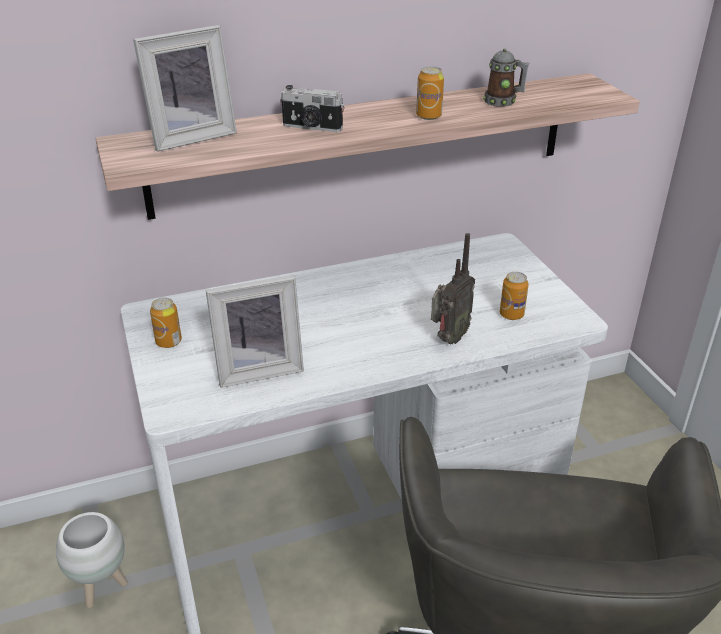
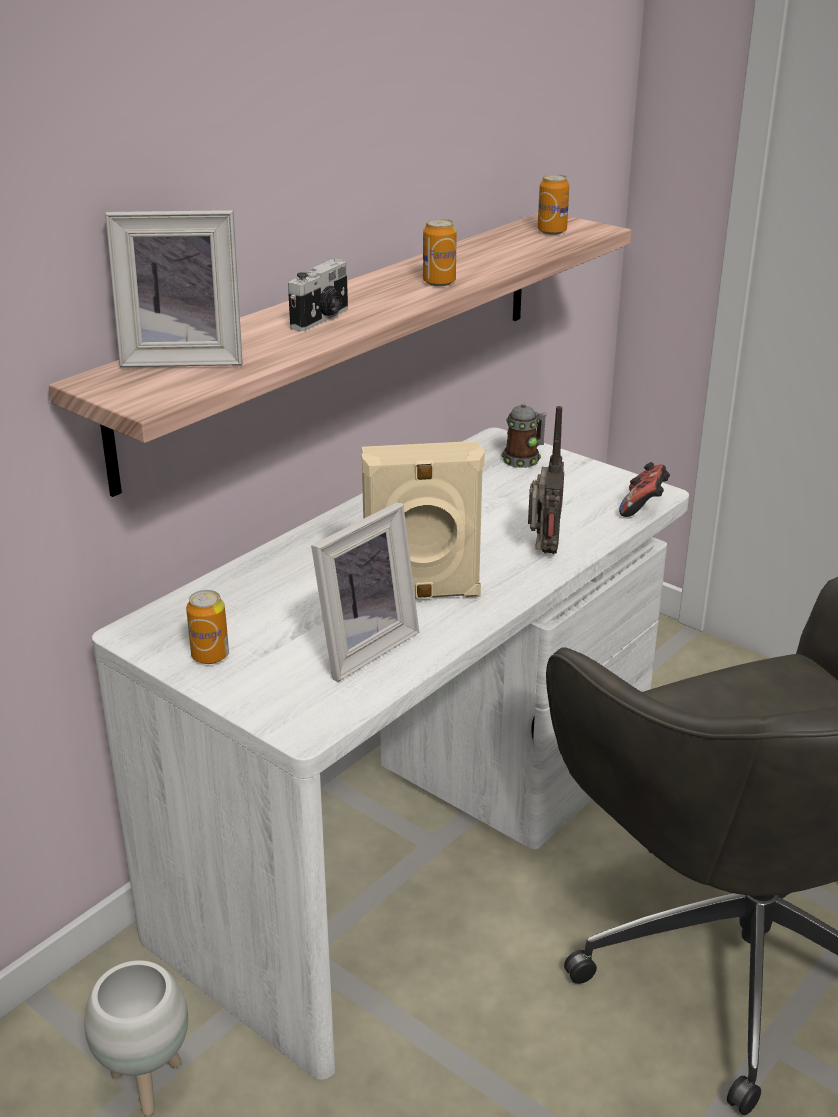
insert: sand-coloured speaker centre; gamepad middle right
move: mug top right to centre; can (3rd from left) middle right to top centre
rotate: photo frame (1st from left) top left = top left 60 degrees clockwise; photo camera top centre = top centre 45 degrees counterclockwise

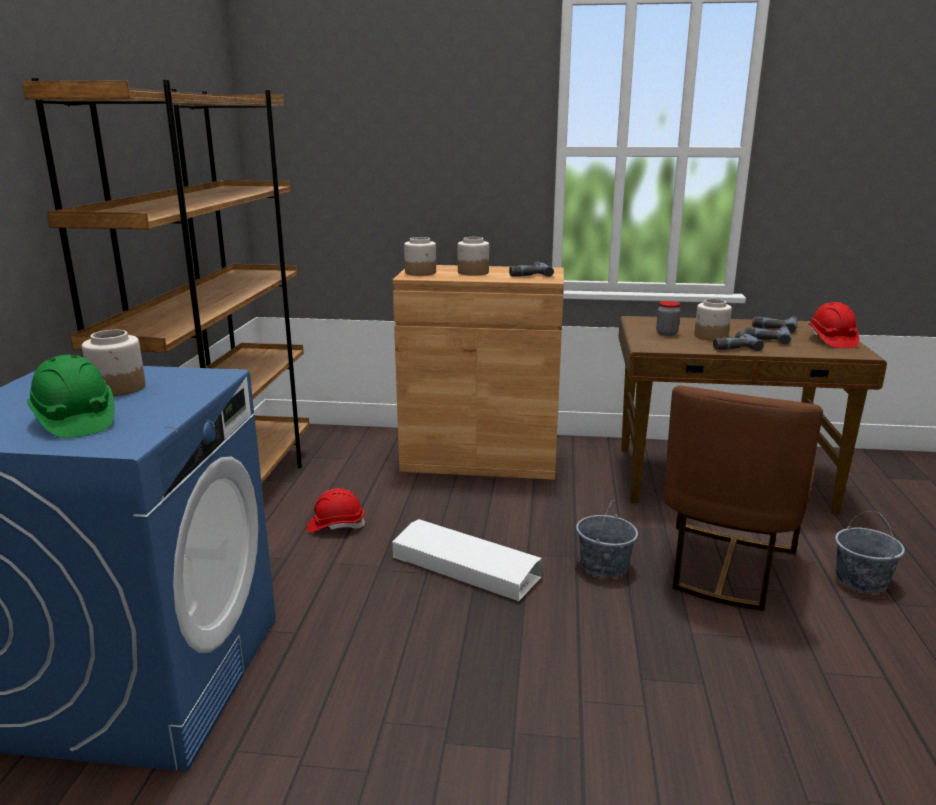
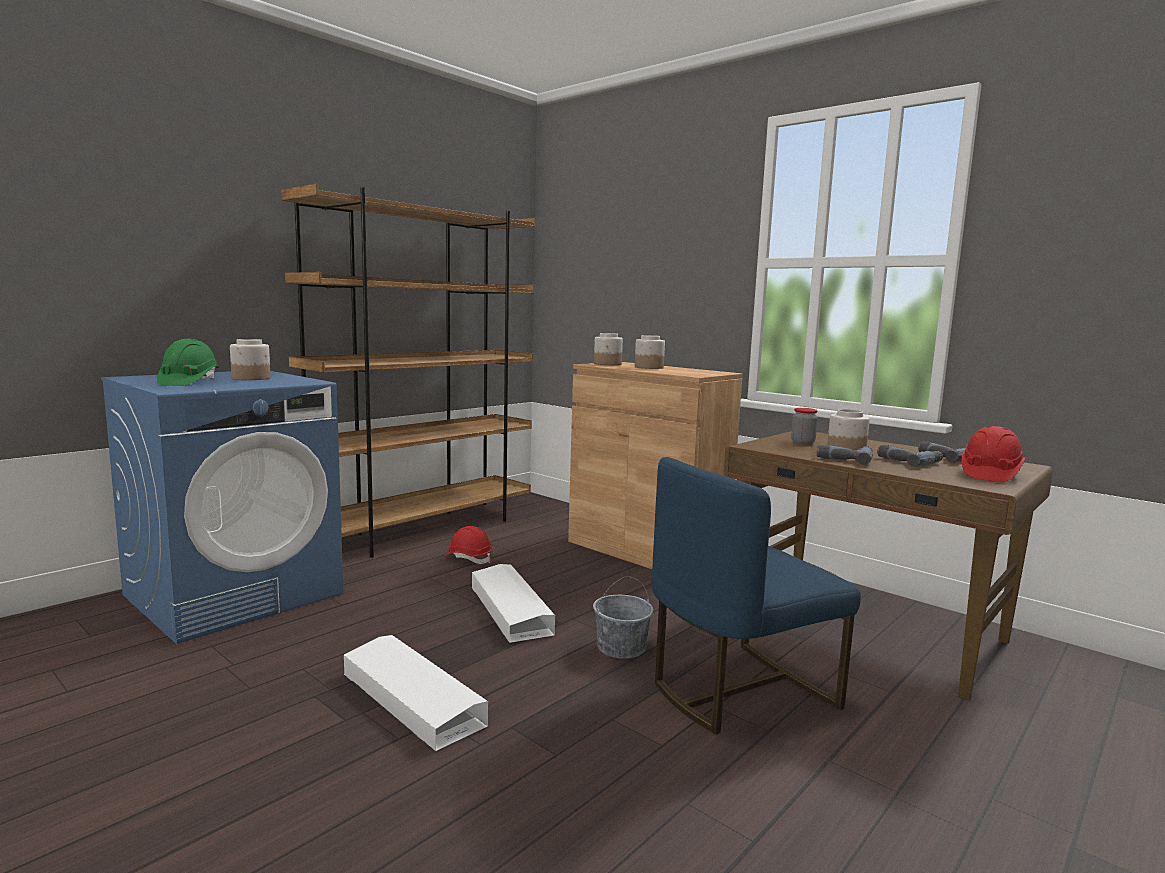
delete: drill (1st from left) centre; gray bucket (2nd from left) bottom right
insert: white-coloured storage bin (1st from left) bottom centre
recolor: brown-coloured chair middle right to blue-coloured chair bottom centre

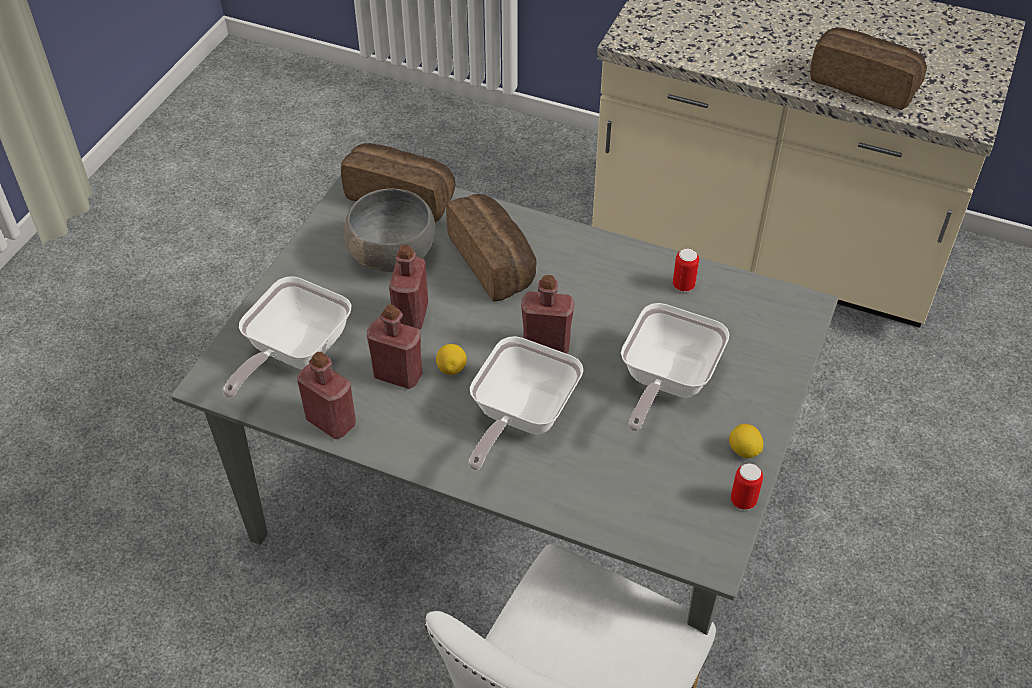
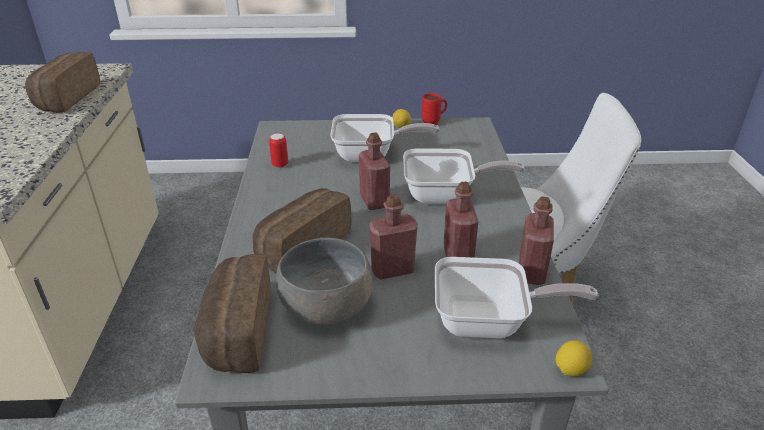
move: lemon (1st from left in the first image) centre to lemon (2nd from left) bottom right
replace: can (2nd from left) bottom right to reddish mug top centre

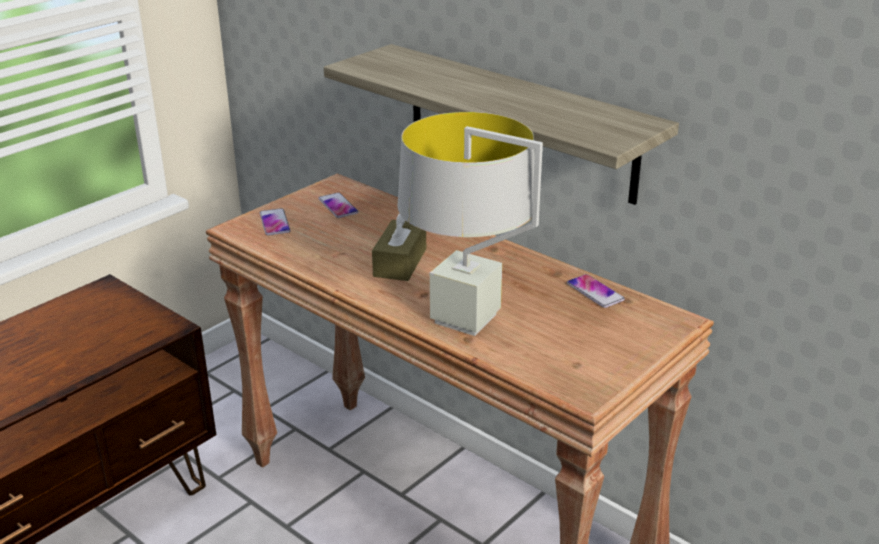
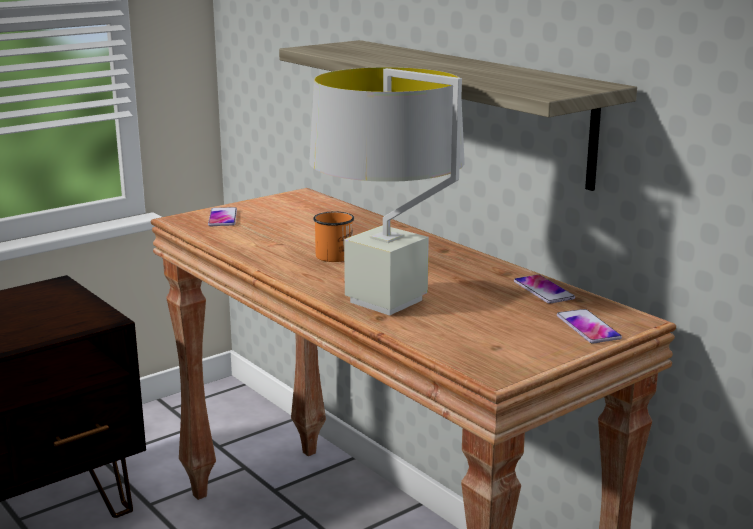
move: phone (2nd from left in the first image) centre to phone (3rd from left) middle right
replace: brown-coloured box of tissues centre to orange-coloured mug centre

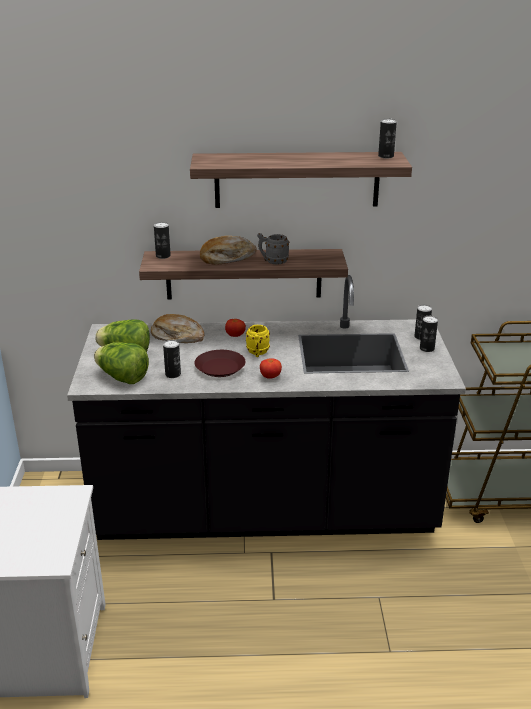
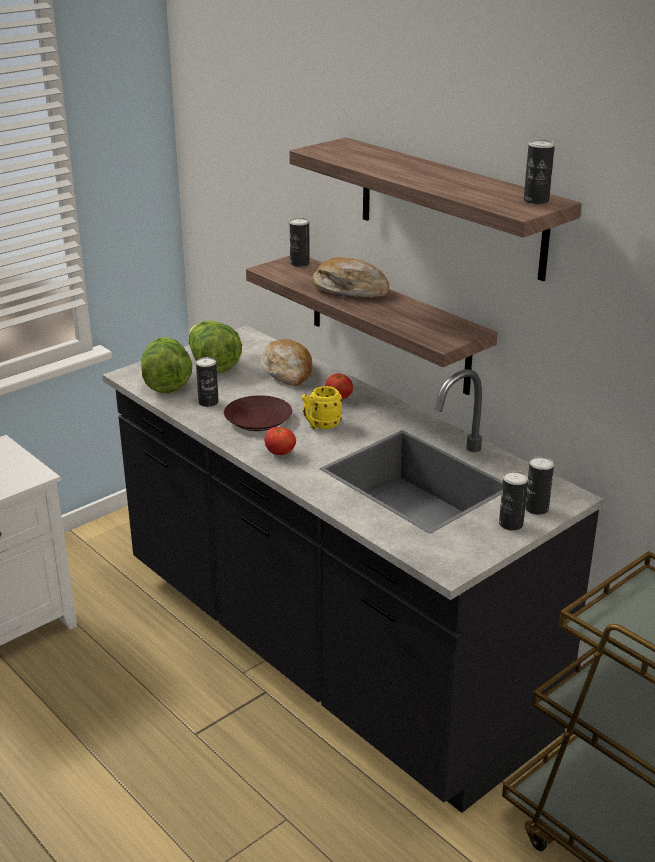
delete: gray mug centre

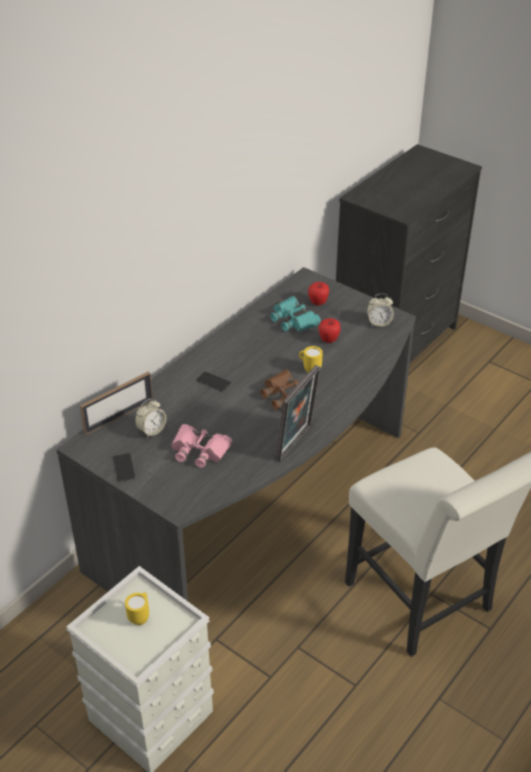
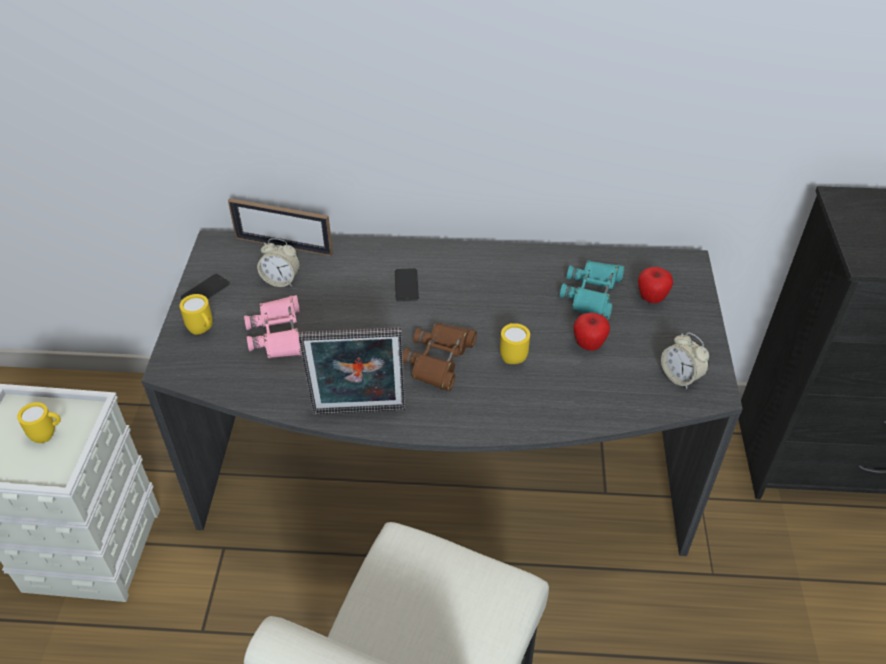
insert: yellowish mug (2nd from left) middle left

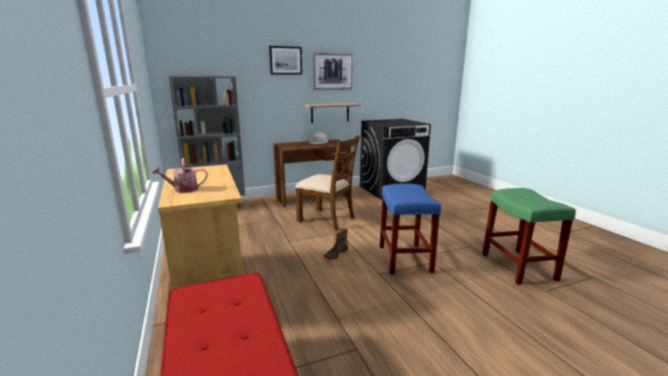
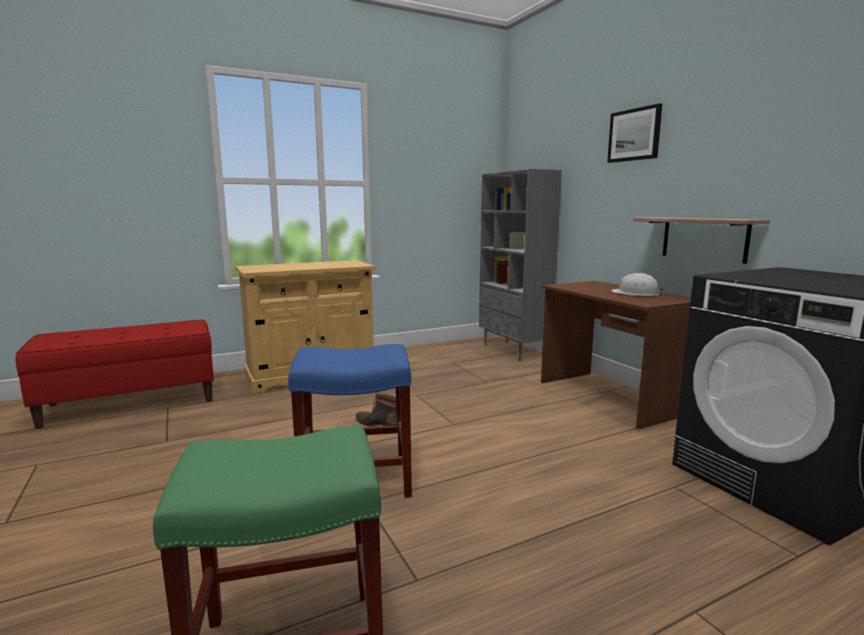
delete: sprinkling can middle left; brown-coloured chair centre; picture (2nd from left) top centre

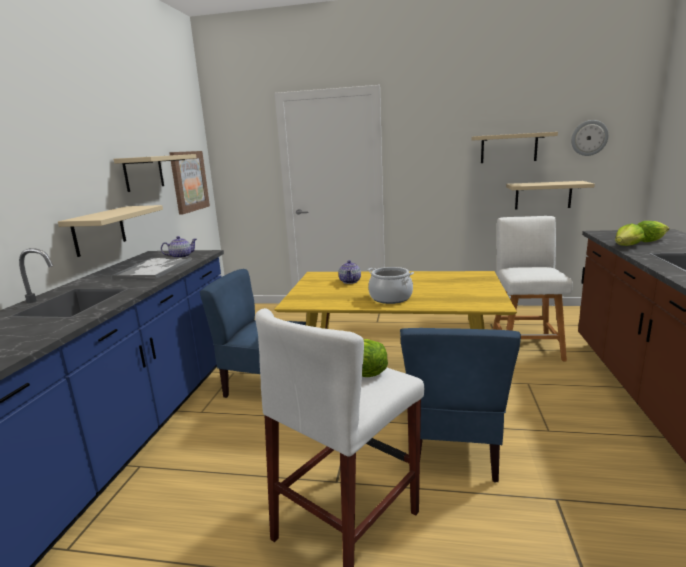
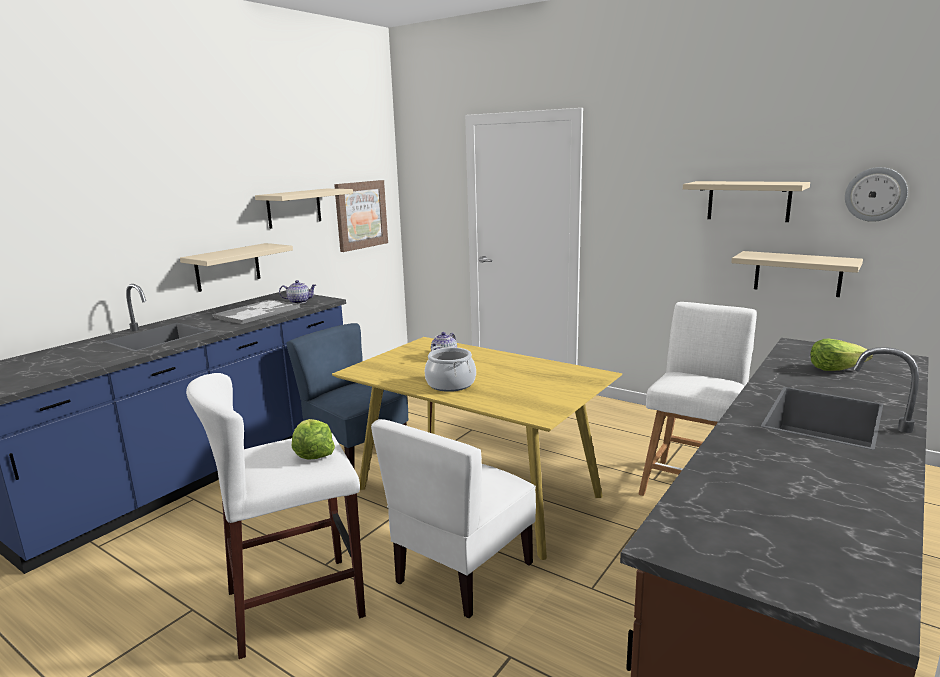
delete: lettuce head (2nd from left) middle right
recolor: blue-coloured chair (2nd from left) bottom right to white-coloured chair bottom centre

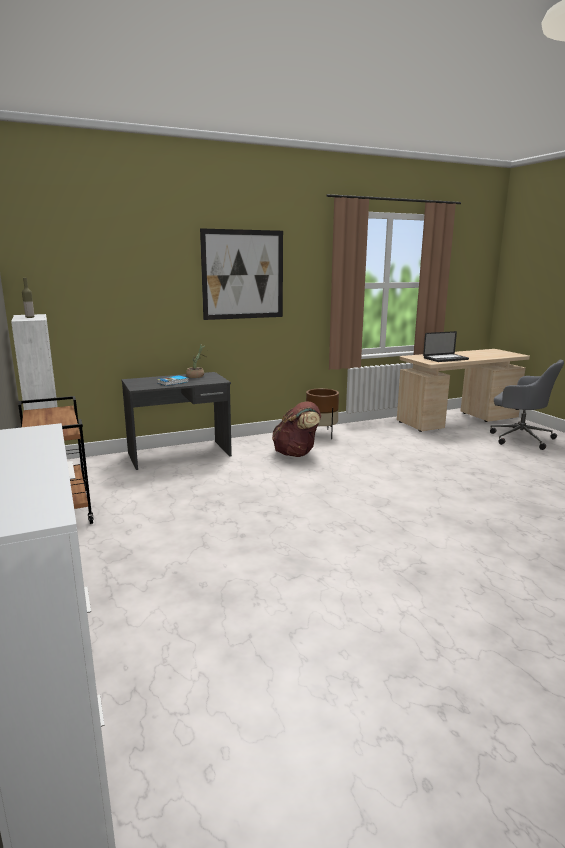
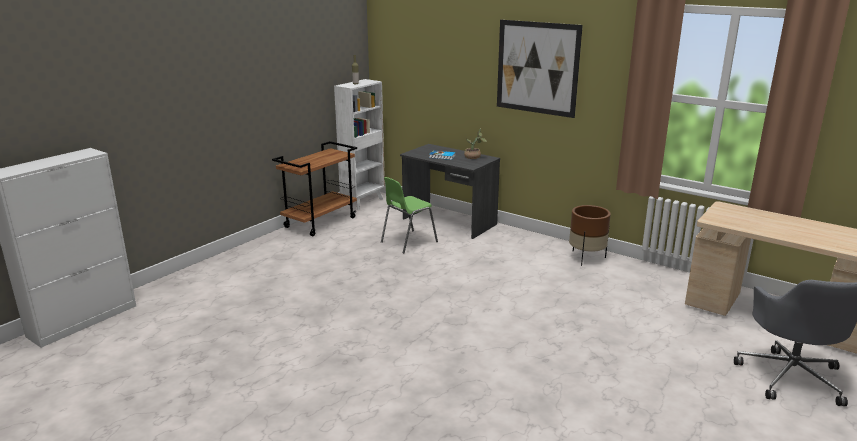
delete: brown-coloured rucksack centre; laptop middle right
insert: green-coloured chair centre

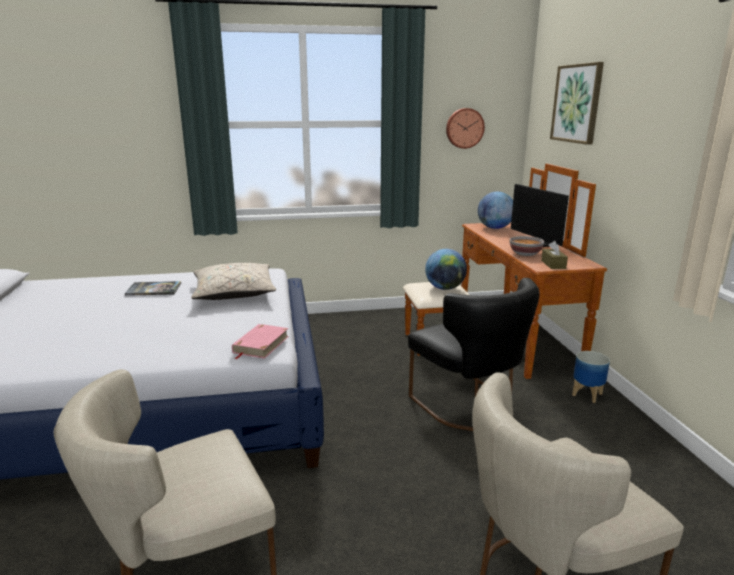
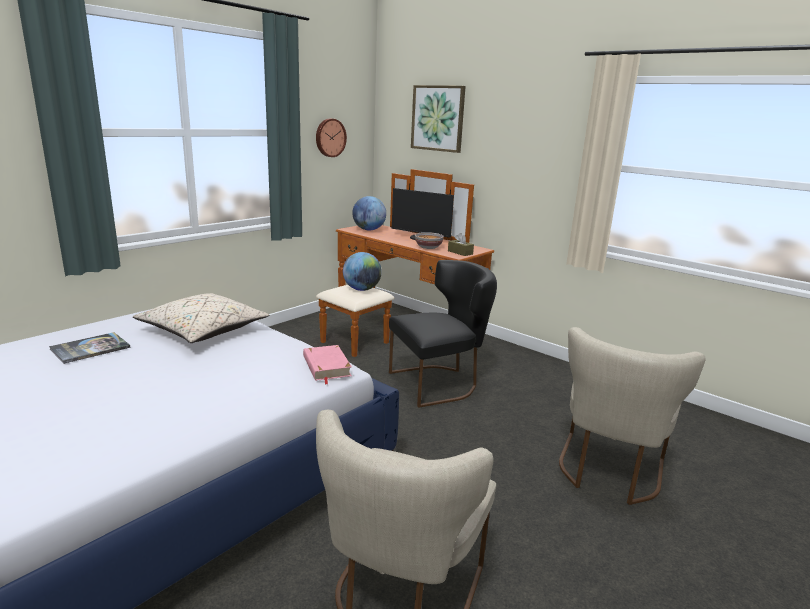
delete: plant pot middle right
rotate: black-coloured chair centre = centre 45 degrees counterclockwise

